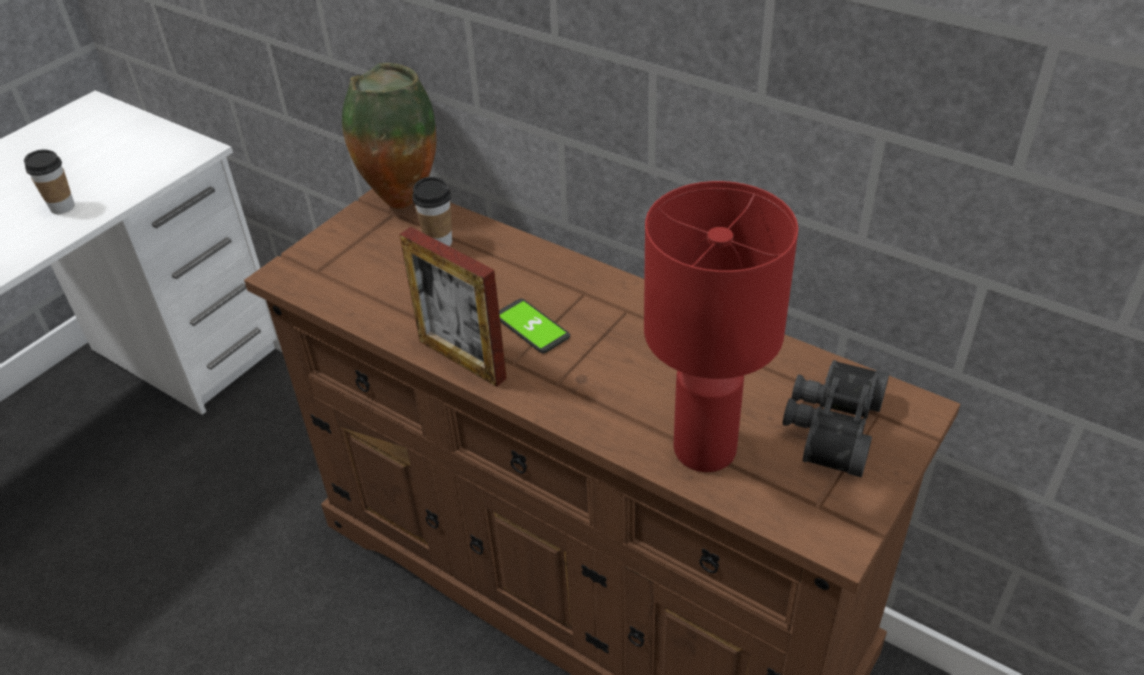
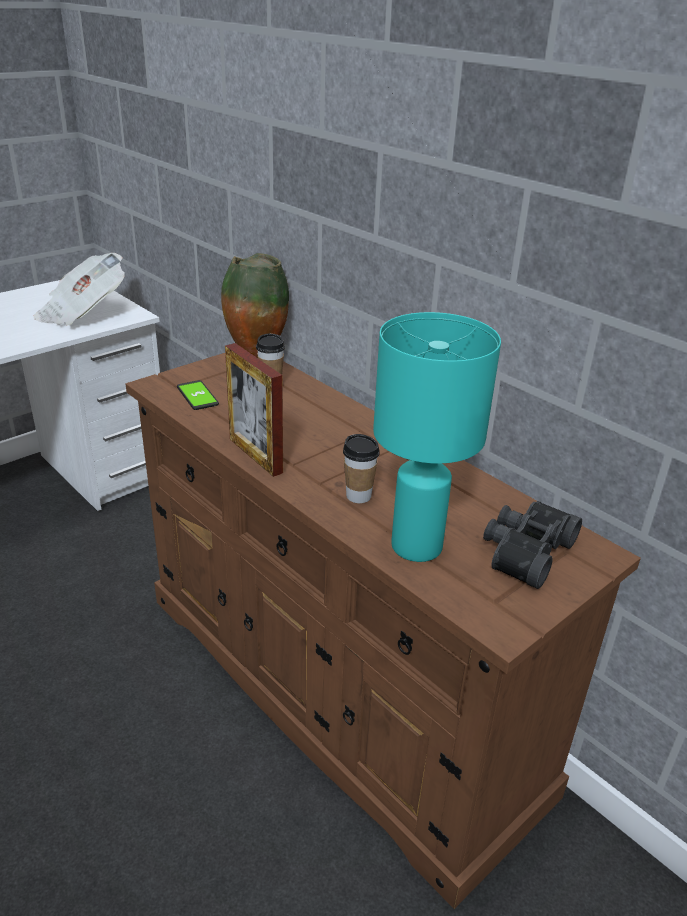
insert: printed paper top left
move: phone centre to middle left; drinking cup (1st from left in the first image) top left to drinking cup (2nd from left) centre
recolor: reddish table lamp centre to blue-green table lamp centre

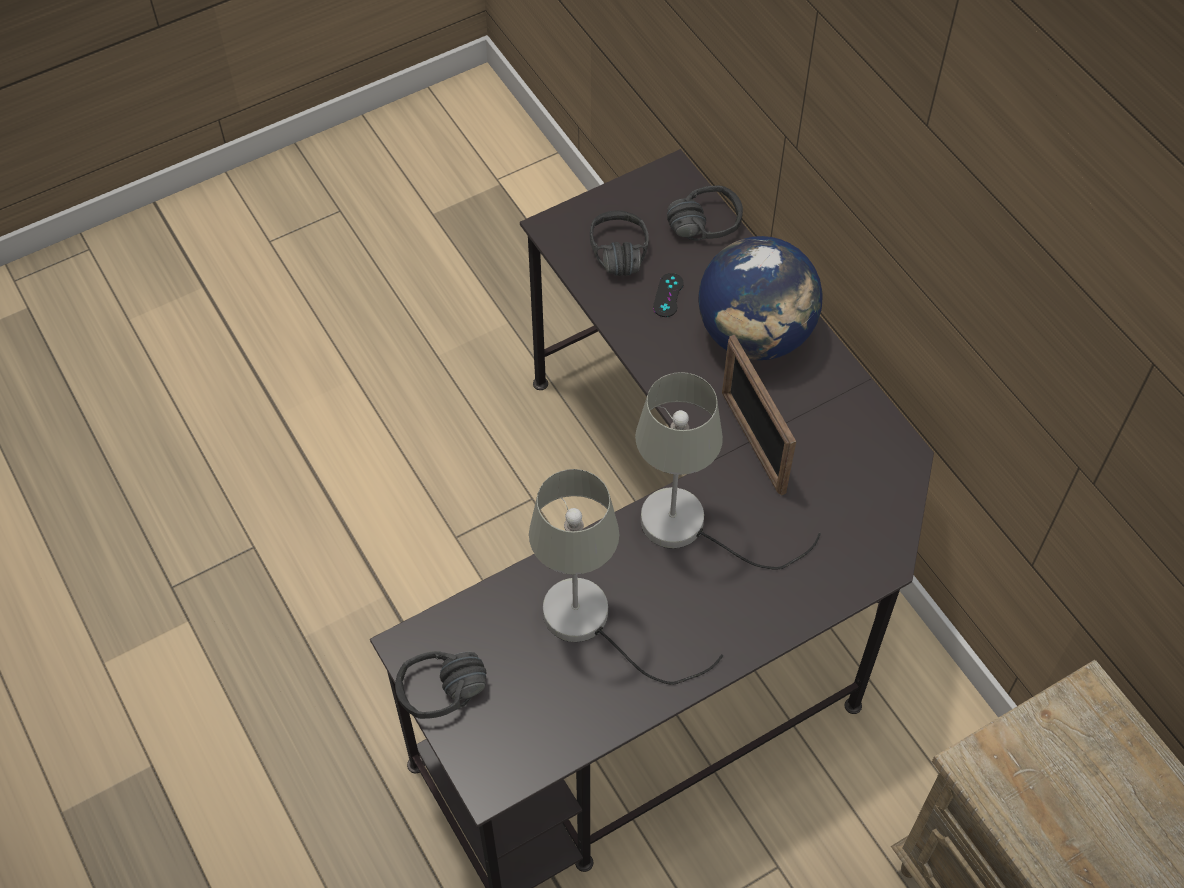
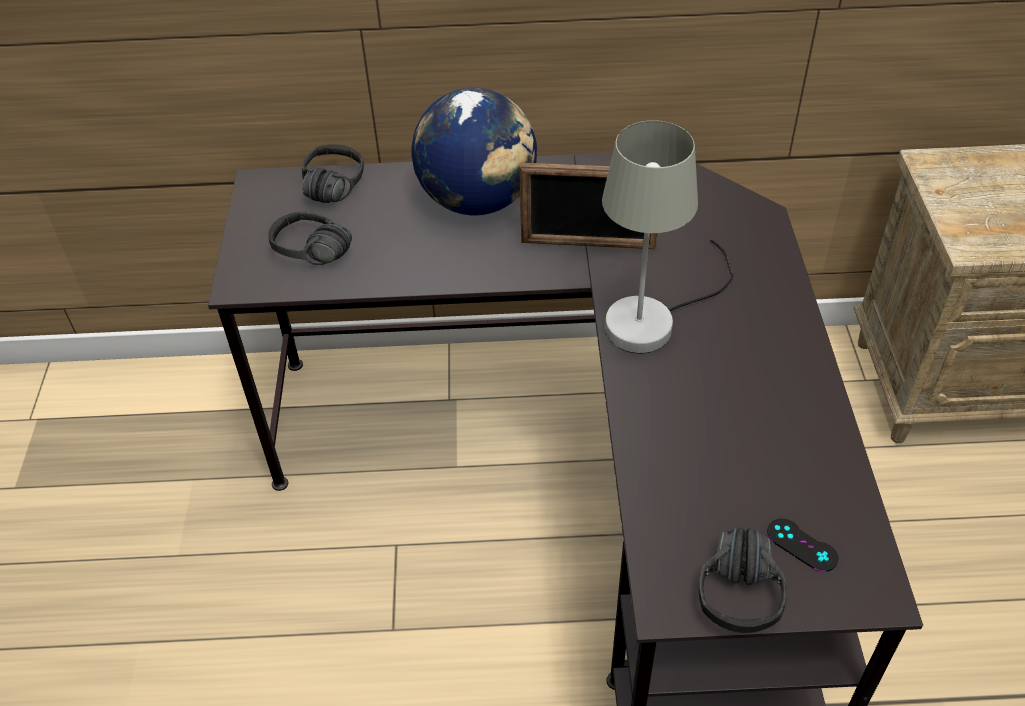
delete: gray table lamp (1st from left) centre
move: black-coloured gamepad top centre to bottom right

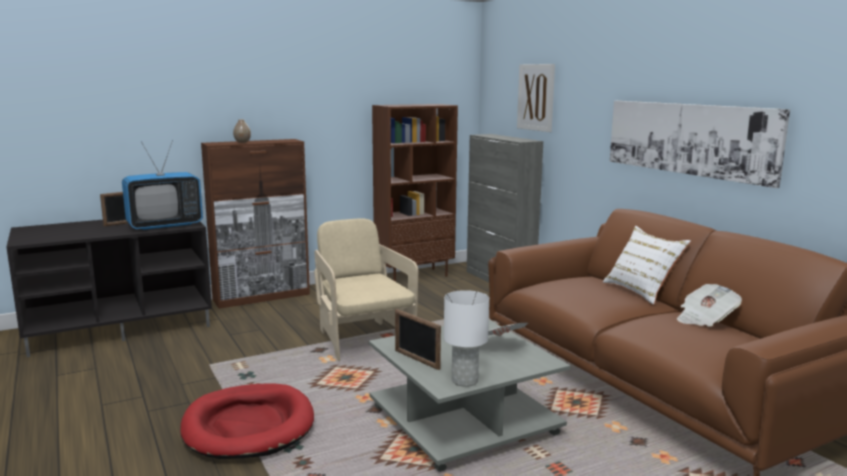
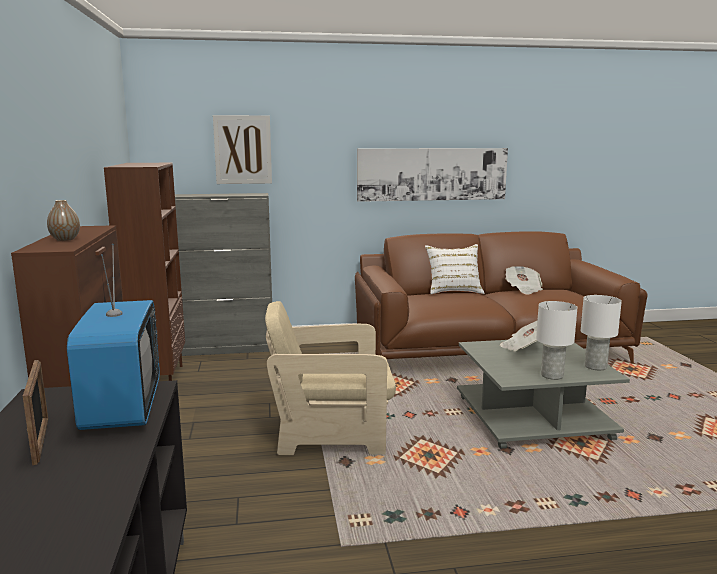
delete: reddish pet bed bottom left
replace: photo frame (2nd from left) bottom centre to white-coloured table lamp (1st from left) middle right

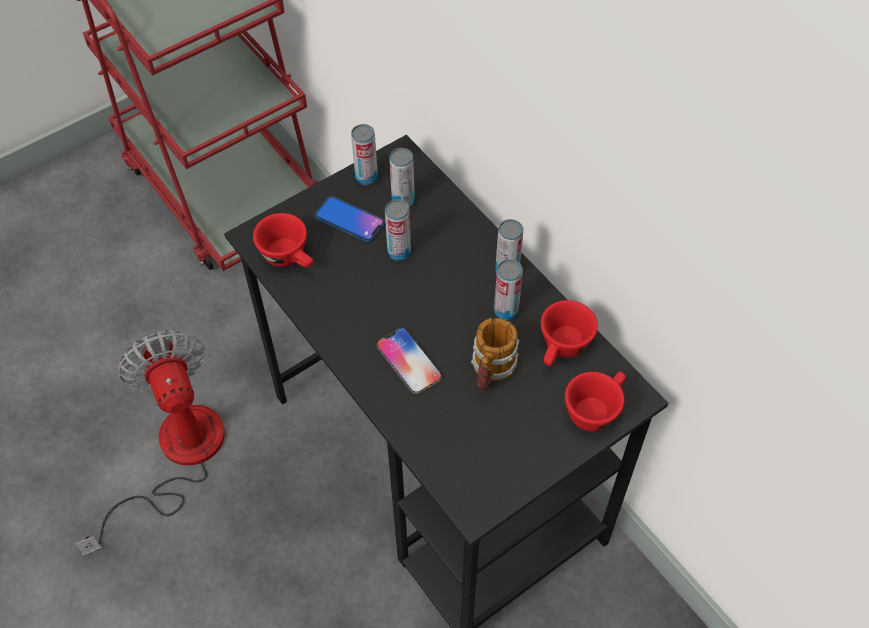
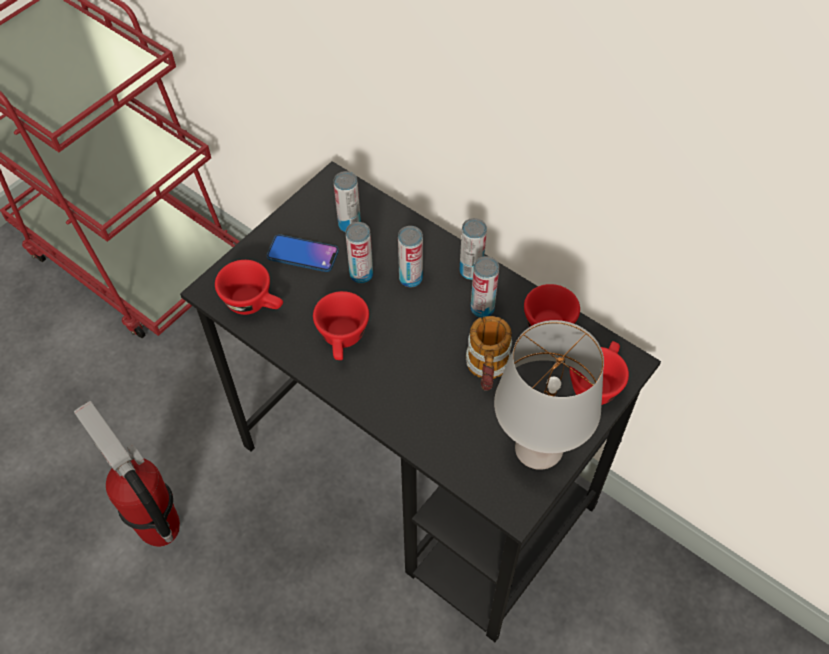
delete: phone (2nd from left) centre
insert: reddish drinking cup (2nd from left) centre; gray table lamp centre
move: can (1st from left in the first image) top centre to can (3rd from left) centre
replace: fan bottom left to fire extinguisher bottom left

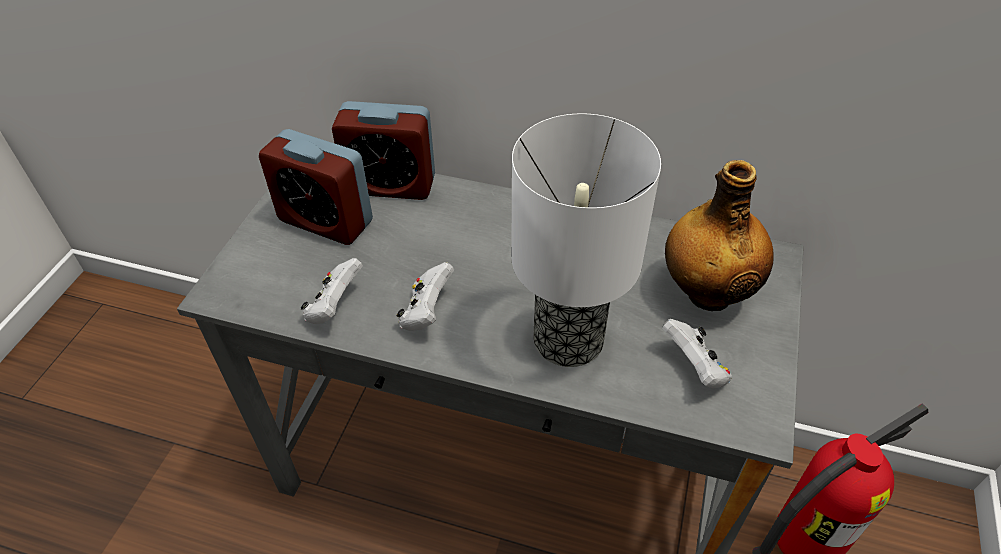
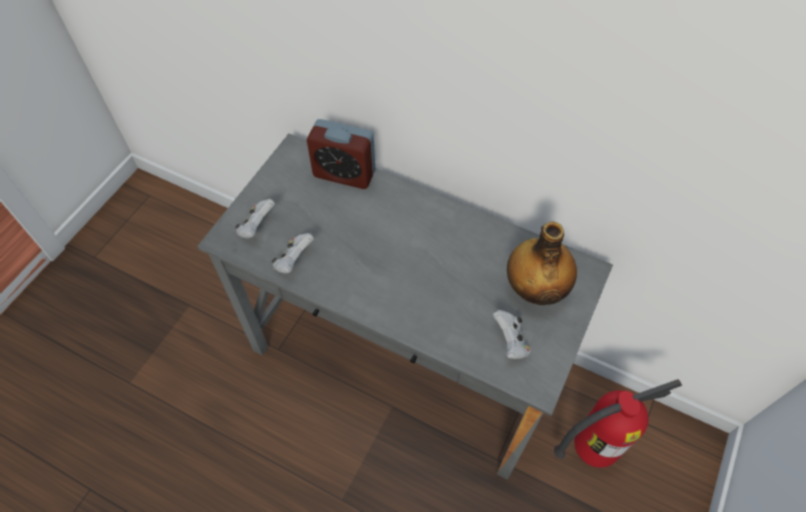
delete: table clock (1st from left) middle left; table lamp centre
move: white-coloured gamepad (2nd from left in the first image) centre to white-coloured gamepad (1st from left) middle left

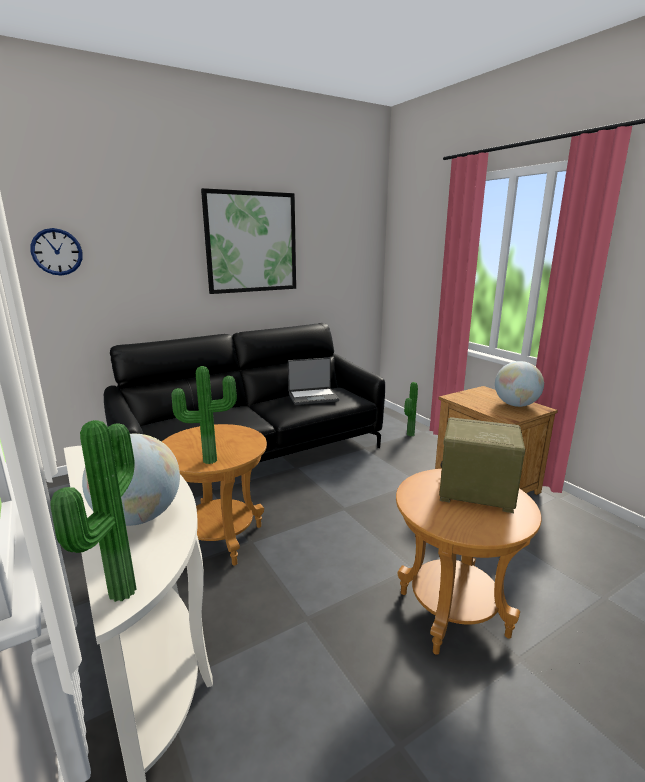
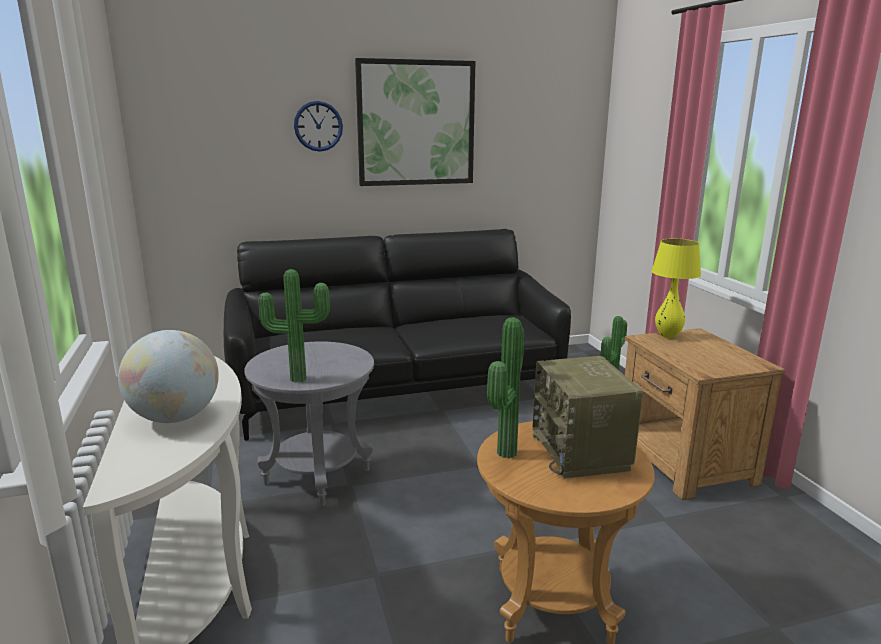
delete: laptop centre; world globe (2nd from left) middle right
insert: yellowish table lamp middle right
move: hanging clock top left to top centre; houseplant (1st from left in the first image) middle left to houseplant (2nd from left) centre
recolor: brown-coloured accent table (1st from left) middle left to gray accent table centre
rotate: radio set middle right = centre 135 degrees counterclockwise

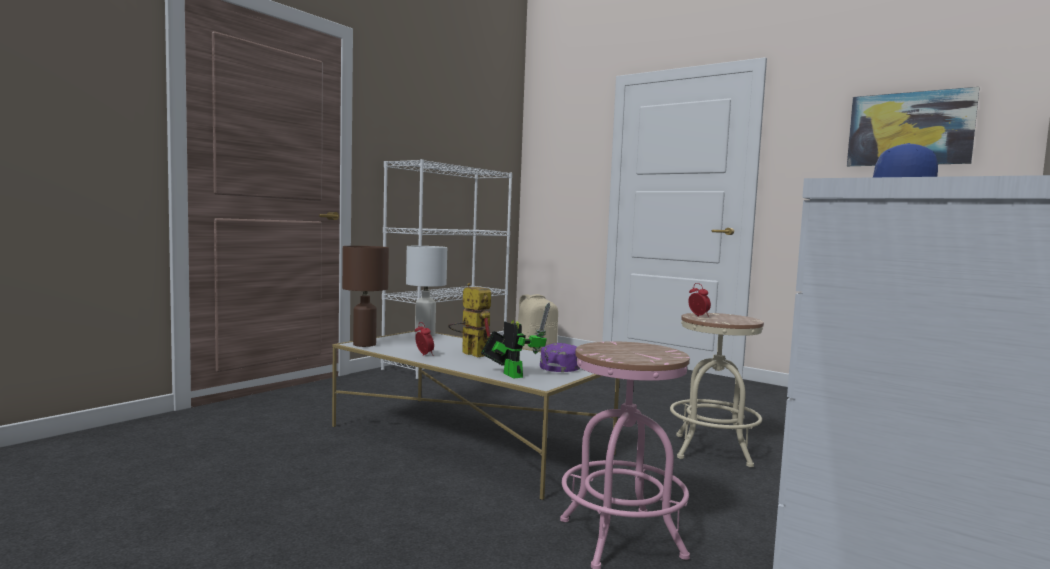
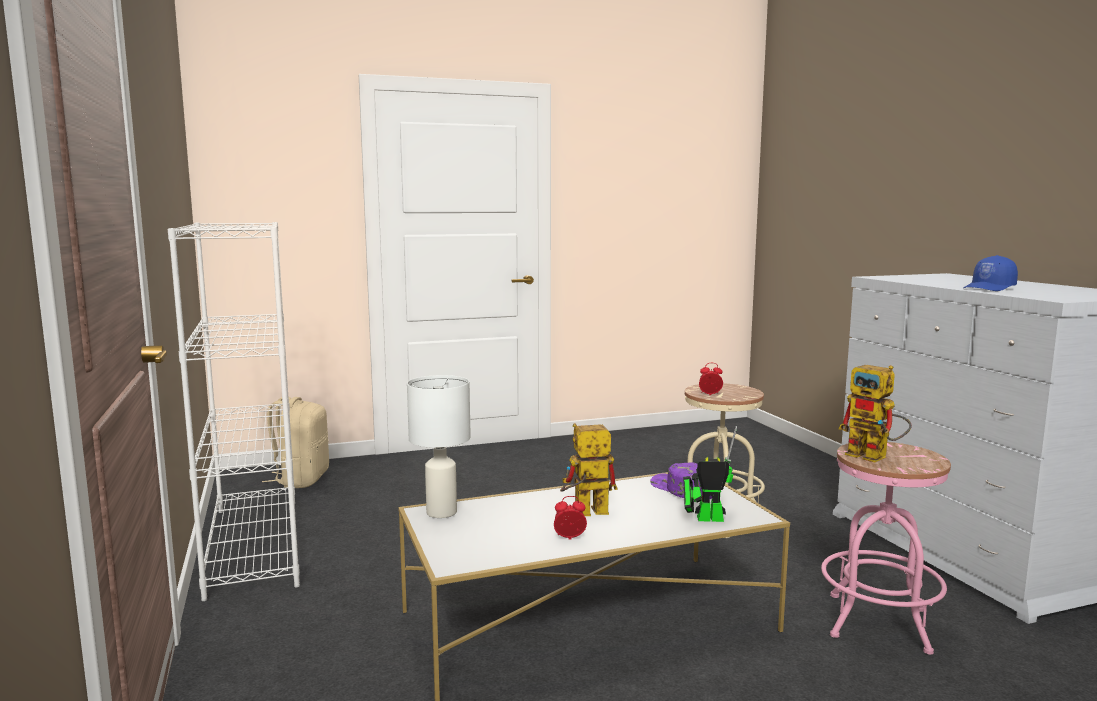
delete: brown-coloured table lamp centre; picture top right
insert: robot figure (3rd from left) middle right

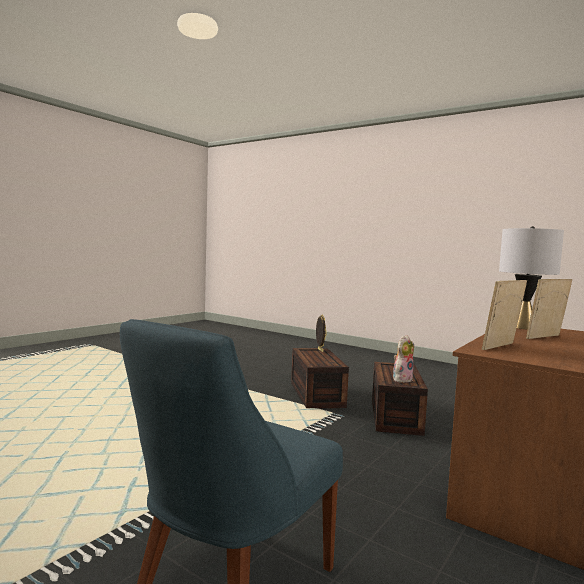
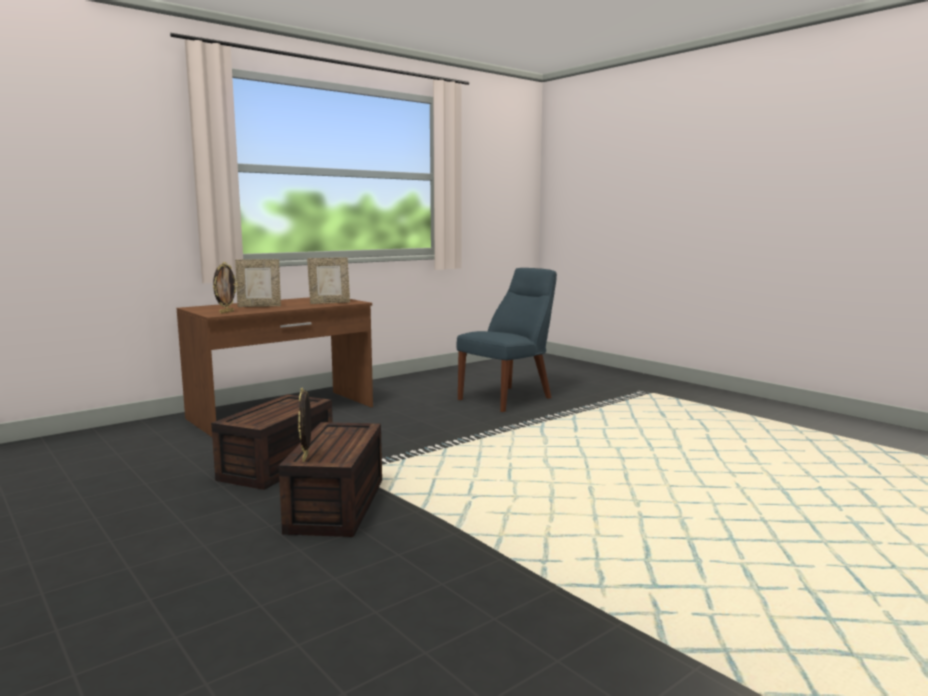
delete: plush toy middle right
replace: gray table lamp middle right to photo frame (1st from left) middle left

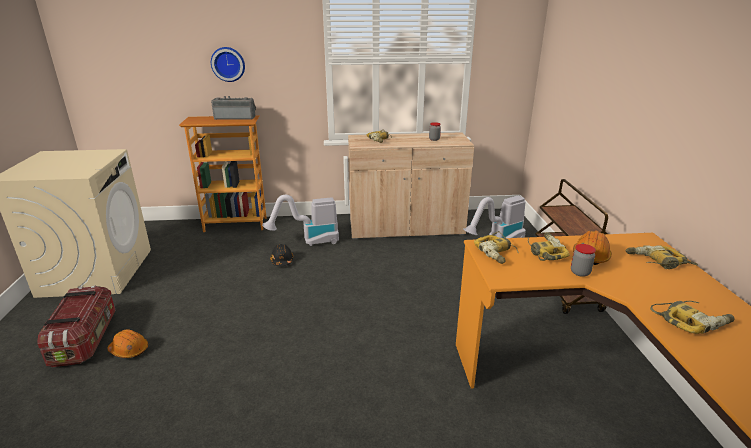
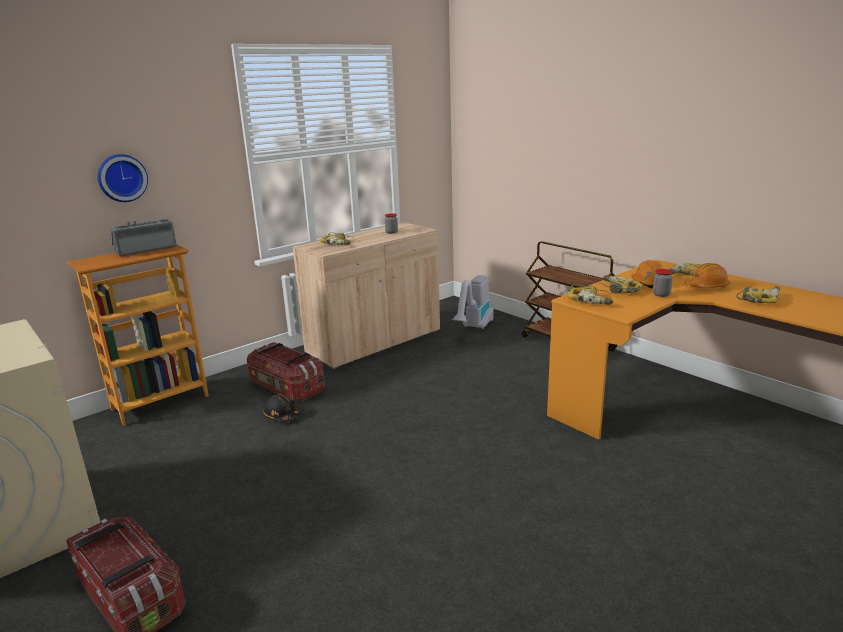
move: orange-coloured hard hat (1st from left in the first image) bottom left to orange-coloured hard hat (2nd from left) middle right
replace: vacuum cleaner (1st from left) centre to storage bin (2nd from left) centre

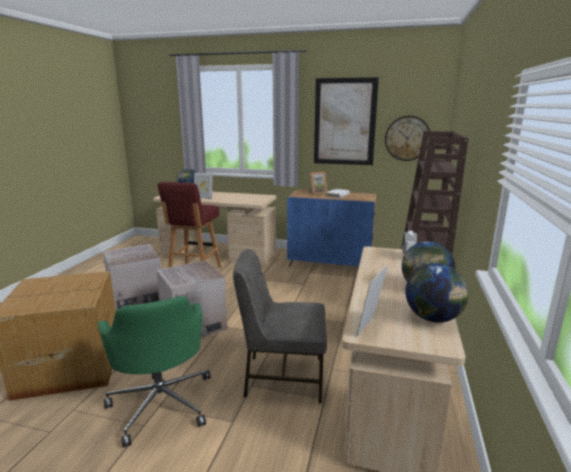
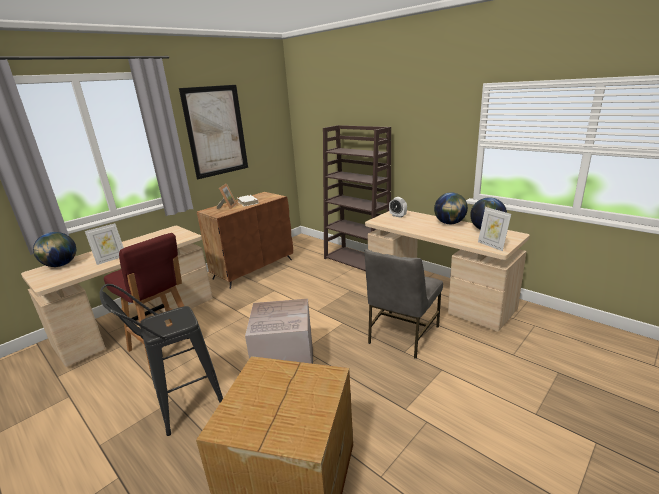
delete: green-coloured desk chair bottom left; hanging clock top right
replace: cardboard box (2nd from left) middle left to black-coloured stool bottom left
recolor: blue-coloured cupboard centre to brown-coloured cupboard centre

